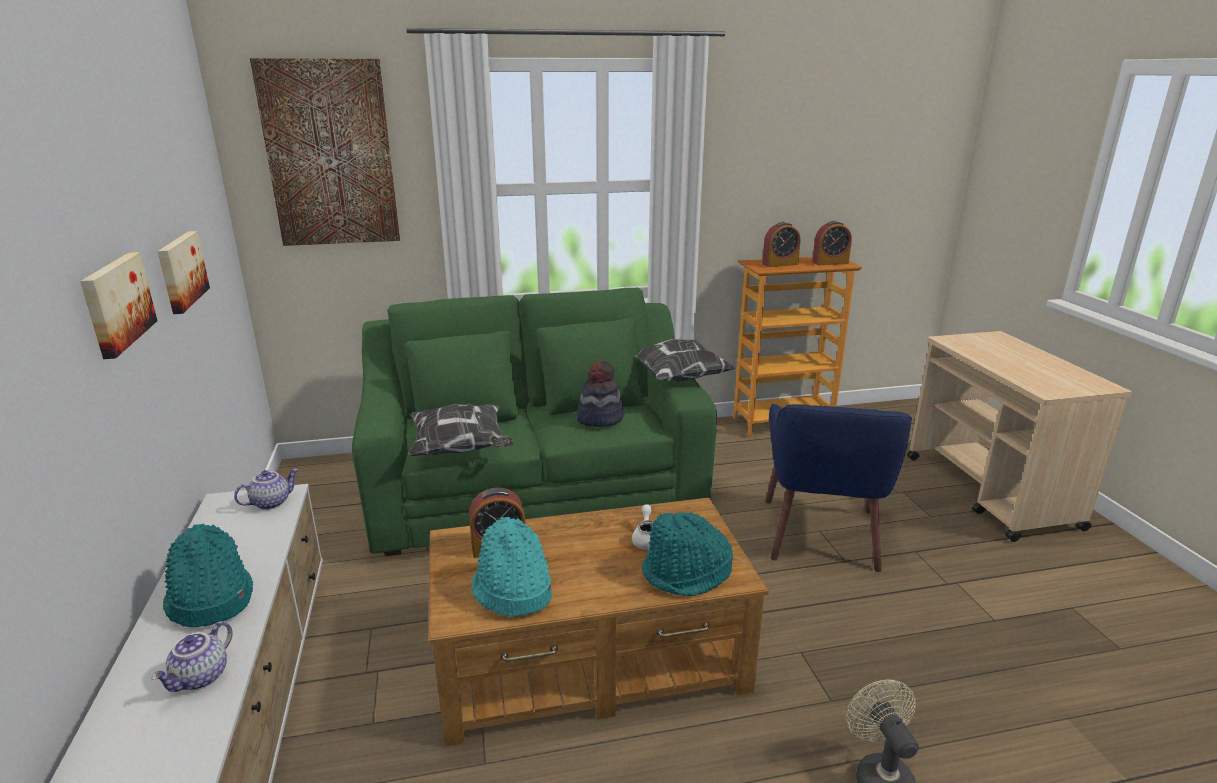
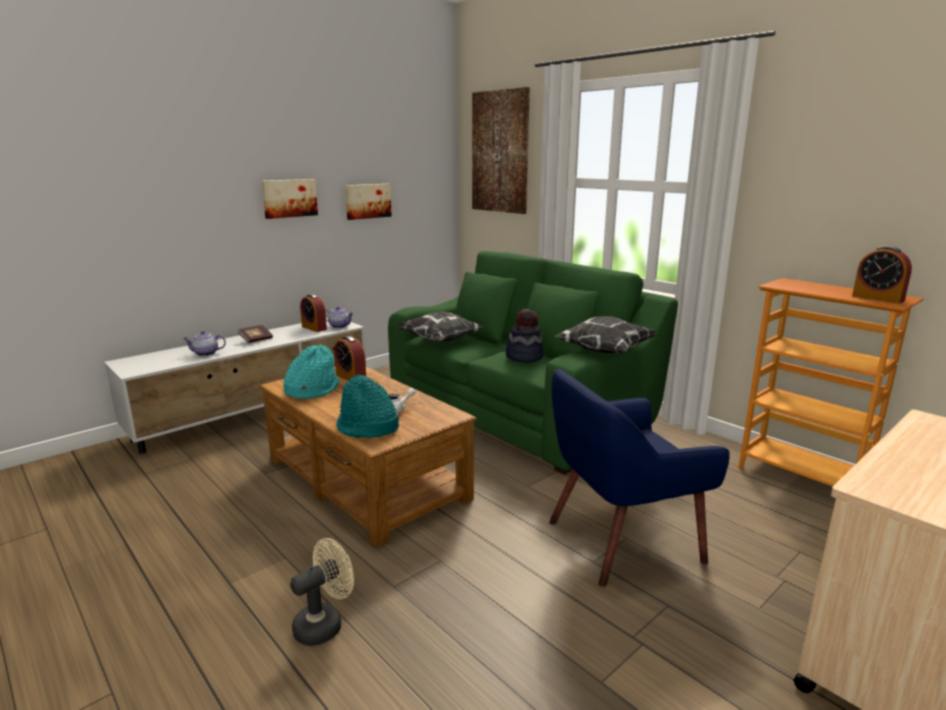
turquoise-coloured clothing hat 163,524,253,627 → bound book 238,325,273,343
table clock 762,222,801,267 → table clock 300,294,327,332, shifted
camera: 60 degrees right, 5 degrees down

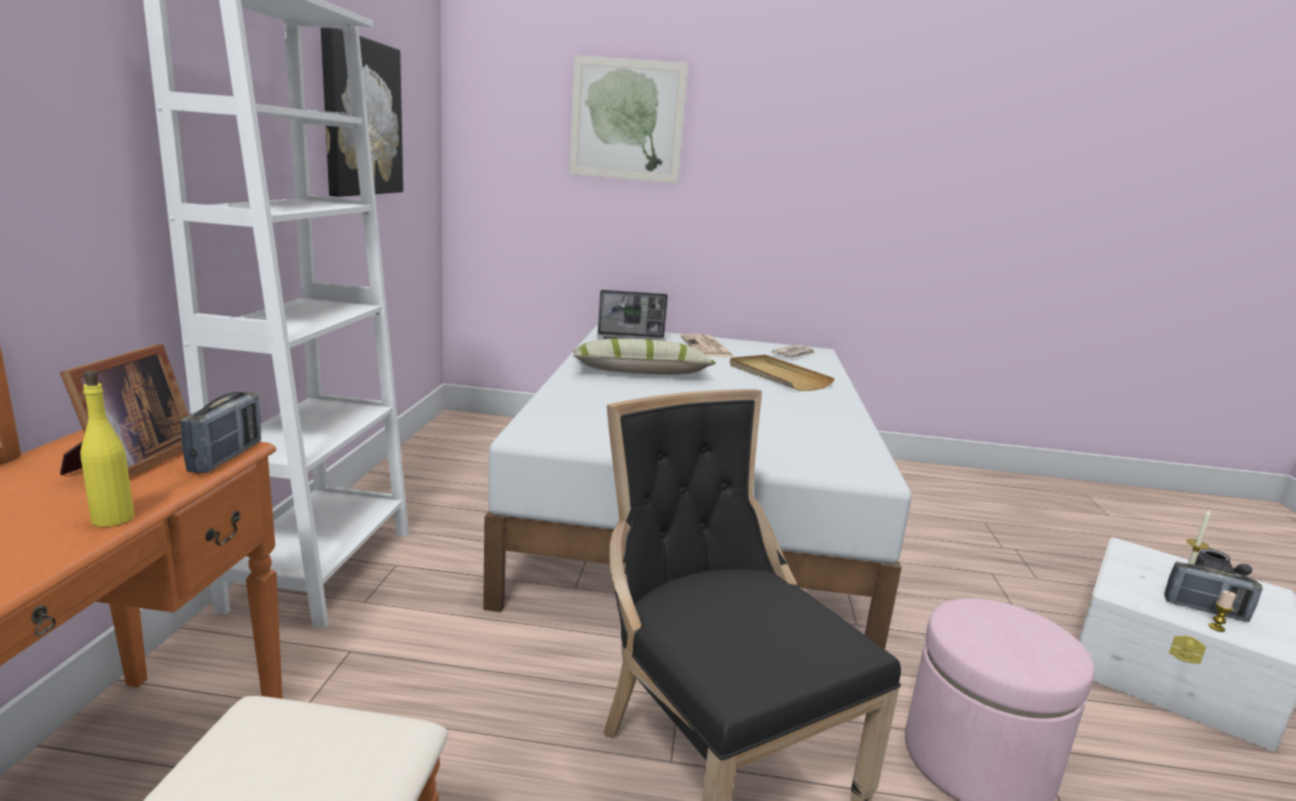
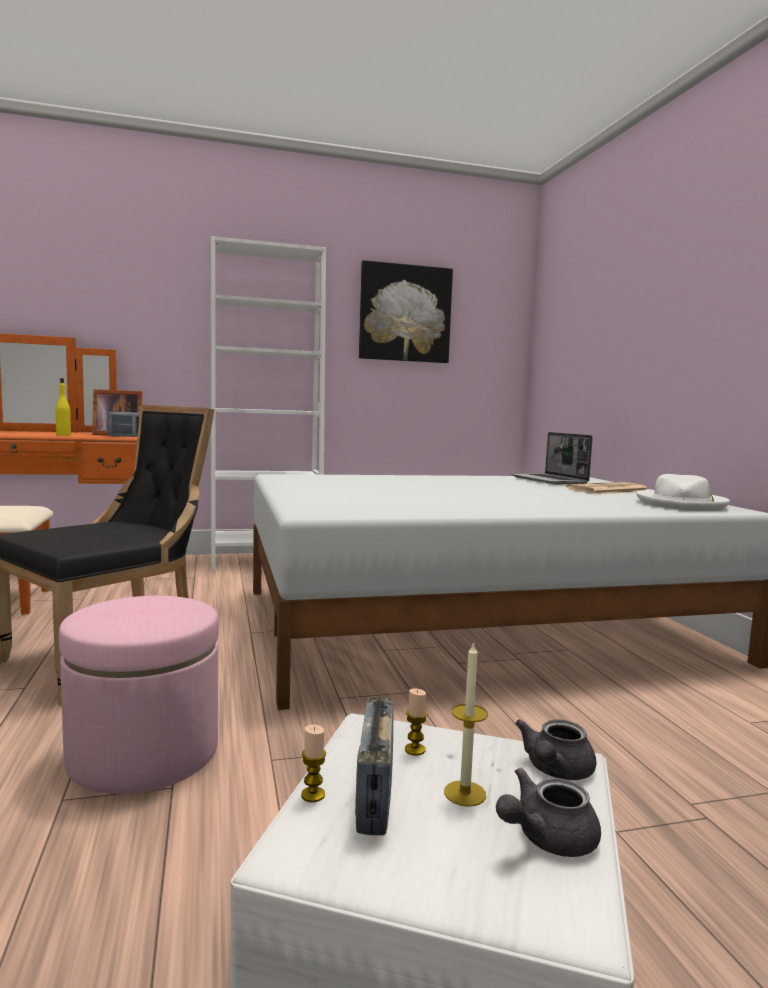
wall picture 569,55,688,183 → -
throw pillow 572,338,716,375 → -
beige-coloured carrying tray 730,355,835,391 → -
daily paper 771,344,815,358 → white clothing hat 636,474,730,511
- → candle 405,688,427,756
- → gray tea pot 515,719,597,780
camera: 70 degrees right, 10 degrees down

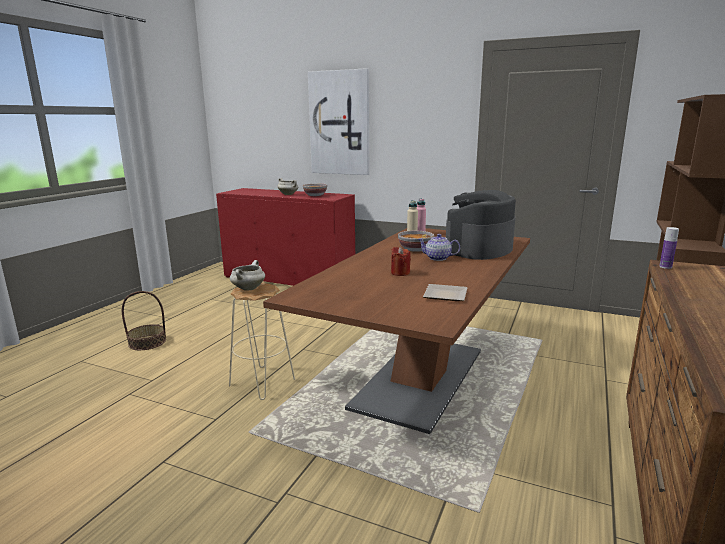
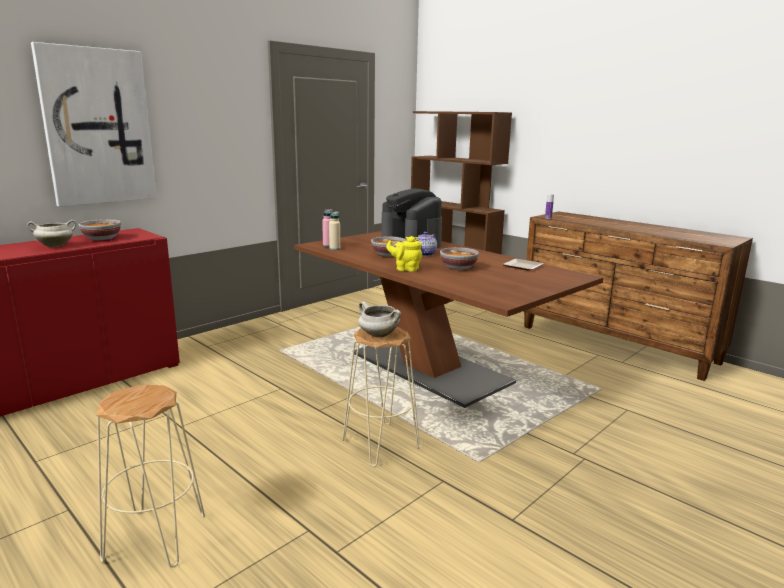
household basket 122,291,166,350 → beige-coloured sitting stool 96,384,205,567
reddish candle 391,247,411,276 → deep dish 440,247,479,270
- → yellowish tea pot 386,236,423,272
camera: 70 degrees left, 0 degrees up

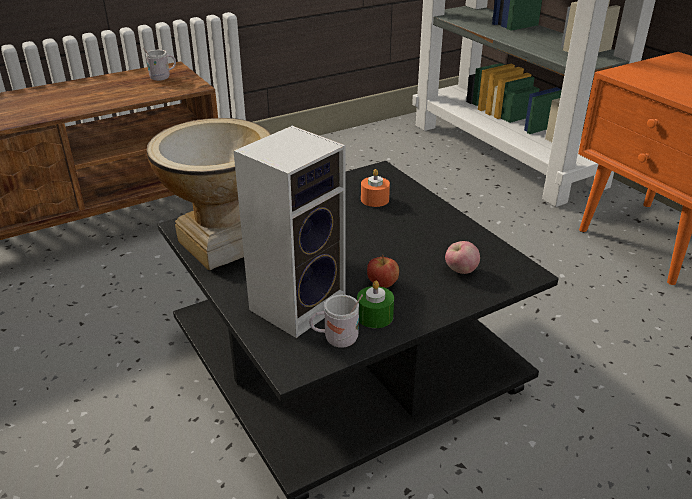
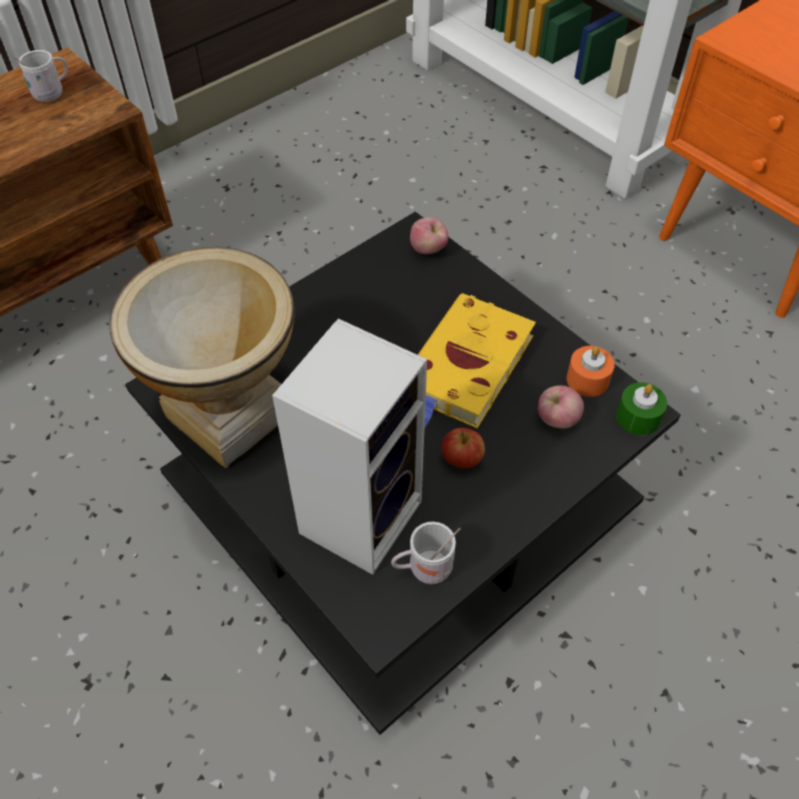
green candle 357,281,394,328 → green candle 616,382,667,435, shifted
orange-coloured candle 361,169,390,207 → orange-coloured candle 567,346,615,397, shifted
- → whole apple 410,217,448,254
- → yellowish bound book 418,293,536,429
camera: 10 degrees left, 20 degrees up

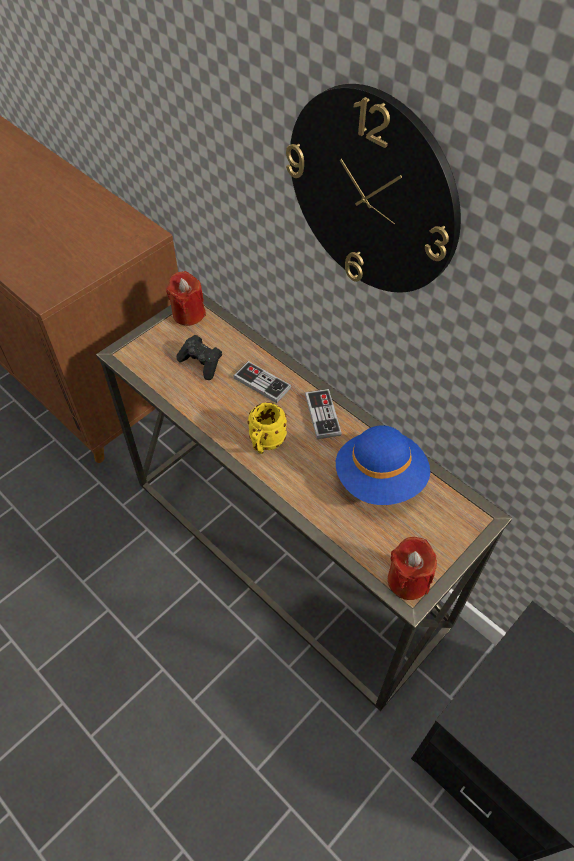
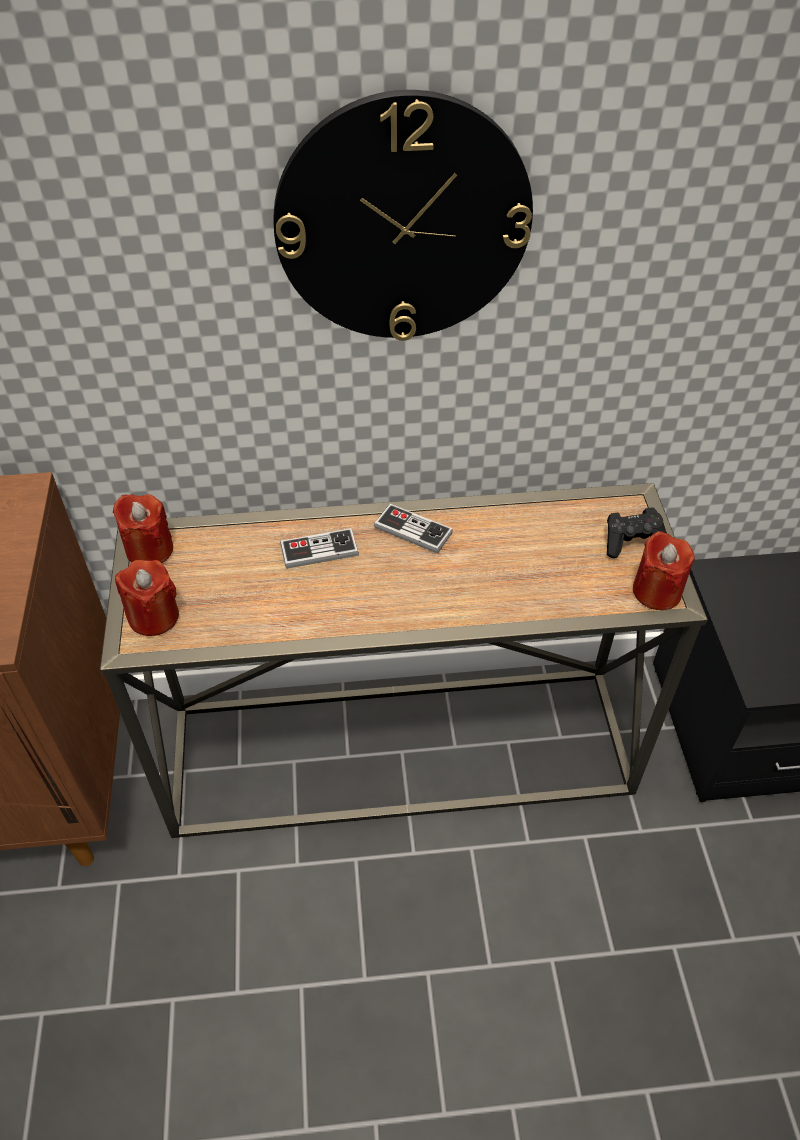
black gamepad 176,335,222,380 → black gamepad 607,507,667,558, shifted
yellowish mug 247,402,287,454 → -
blue-coloured clothing hat 336,425,430,505 → -
- → reddish candle 115,560,179,636
camera: 50 degrees left, 5 degrees down

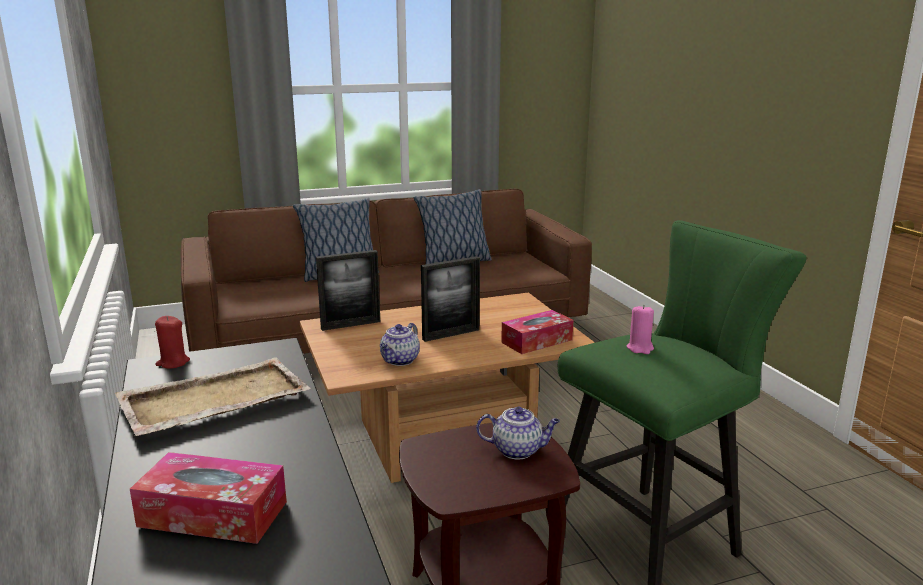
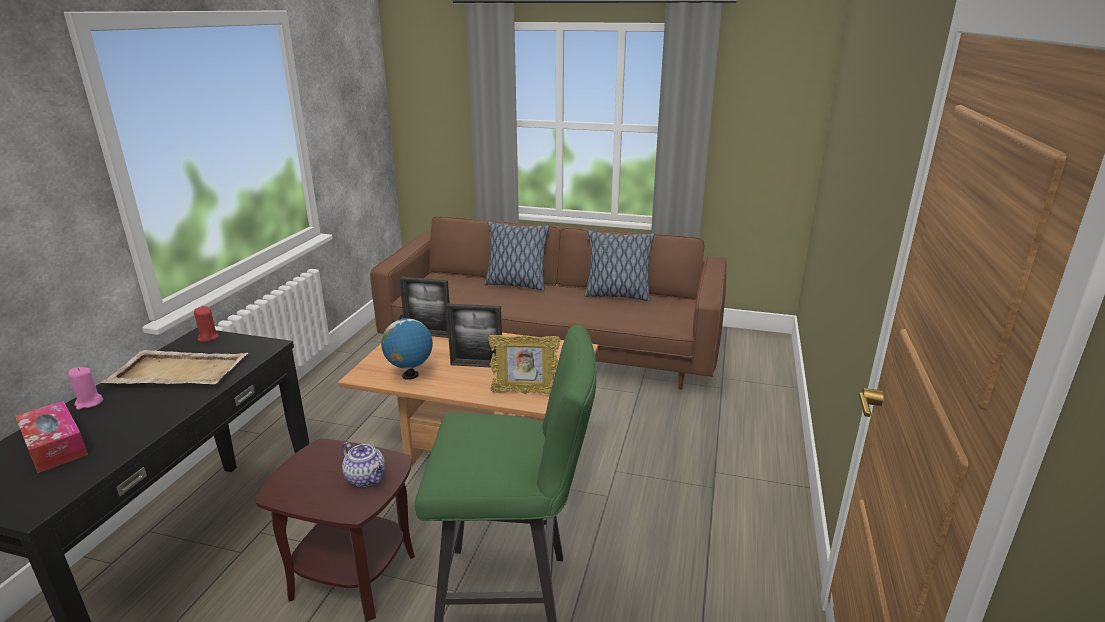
tea pot 380,323,420,366 → desk globe 381,314,433,380
box of tissues 501,310,574,354 → standing frame 488,335,561,394
pinkish candle 627,306,654,354 → pinkish candle 68,367,103,410, shifted
camera: 35 degrees right, 5 degrees up

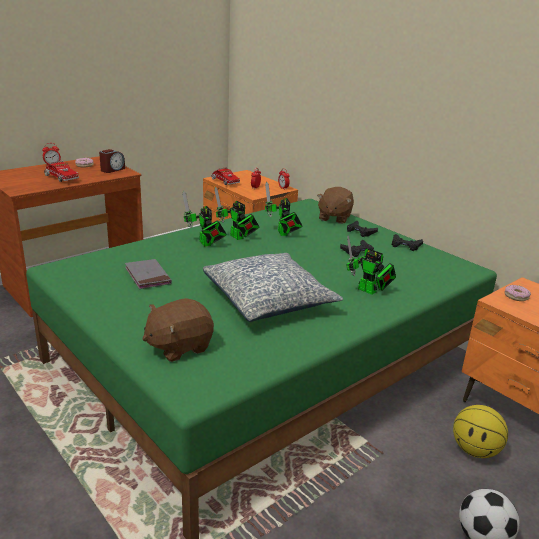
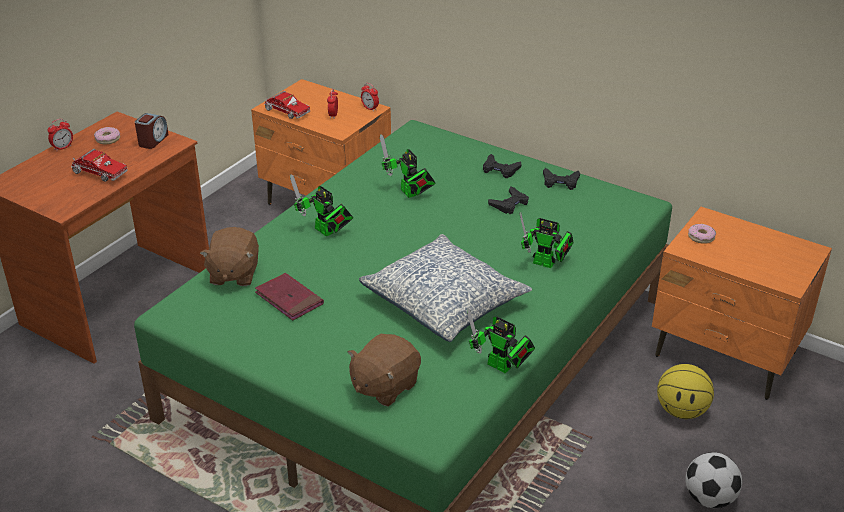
gray bound book 125,259,172,289 → reddish bound book 255,273,324,321
robot figure 214,187,259,240 → robot figure 467,308,535,373, shifted
brownish soft toy 317,187,354,224 → brownish soft toy 200,227,259,286, shifted
camera: 15 degrees left, 10 degrees up

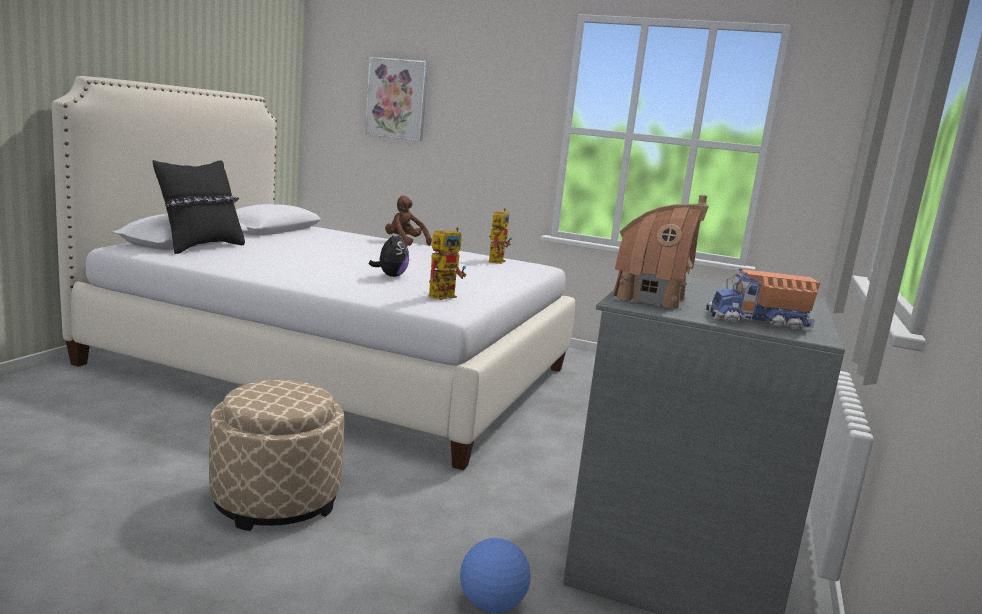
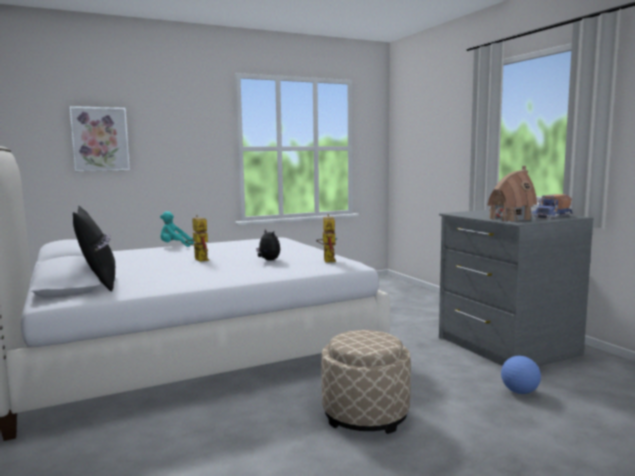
brownish soft toy 385,196,432,246 → turquoise-coloured soft toy 160,211,194,247
robot figure 489,208,513,264 → robot figure 186,215,210,262, shifted
camera: 45 degrees left, 5 degrees down

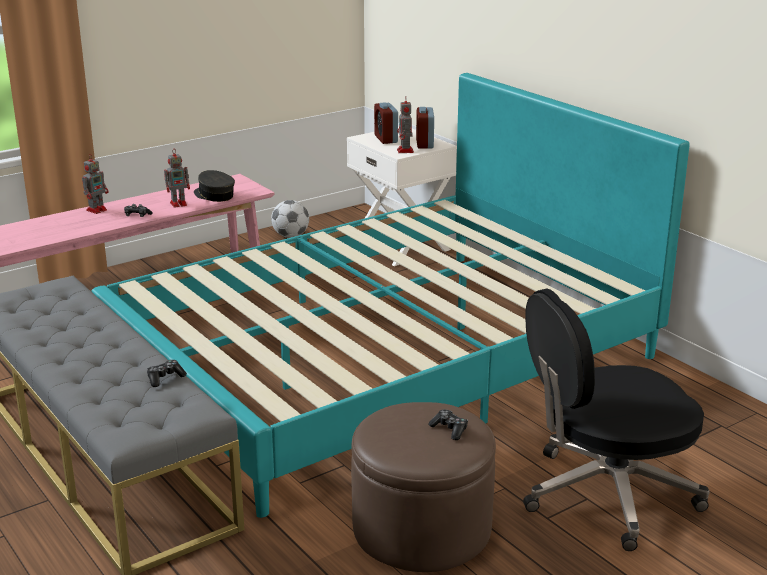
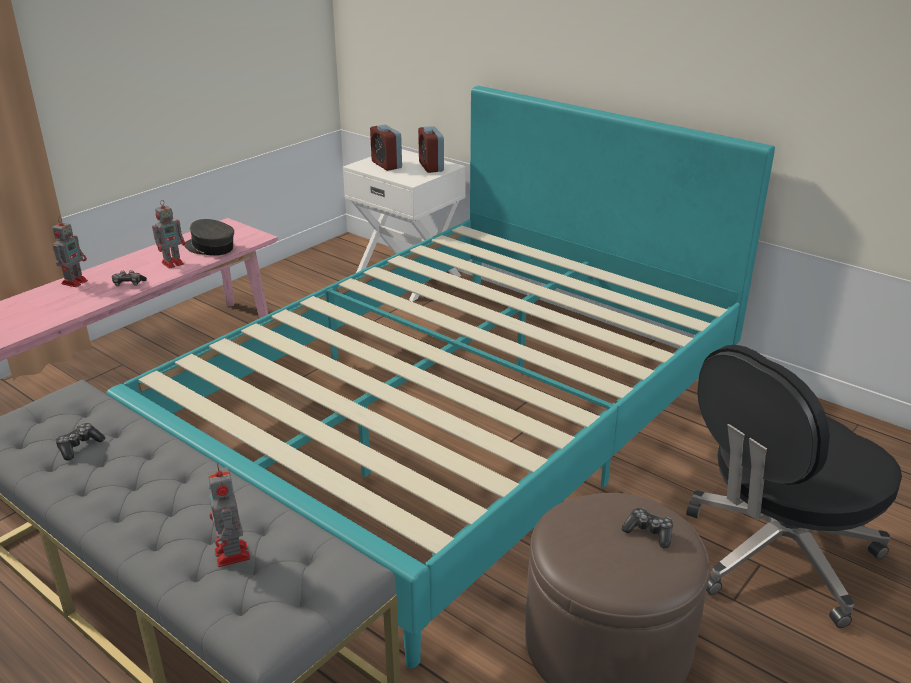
gamepad 147,360,187,387 → gamepad 56,423,105,460, shifted
football ball 271,200,309,238 → -
robot figure 397,101,414,153 → robot figure 208,462,250,567, shifted
camera: 15 degrees left, 5 degrees up

